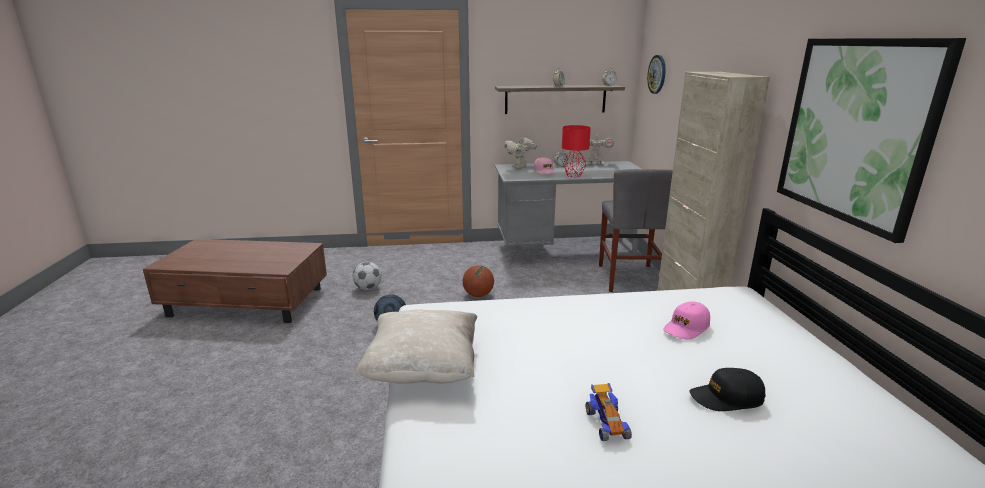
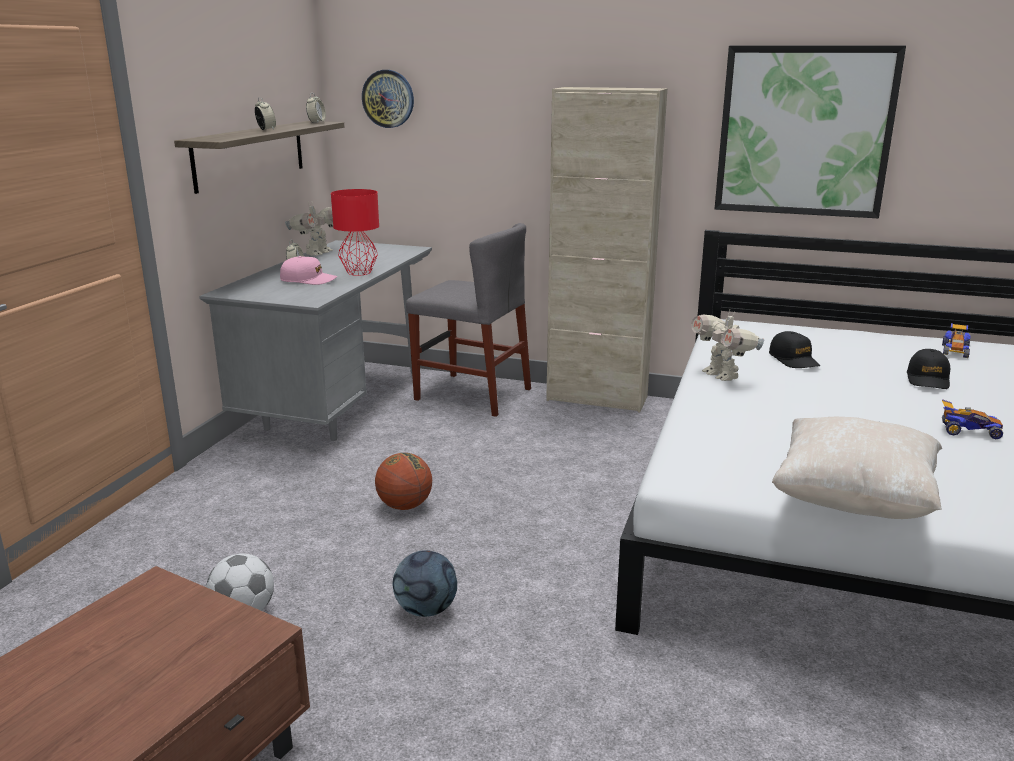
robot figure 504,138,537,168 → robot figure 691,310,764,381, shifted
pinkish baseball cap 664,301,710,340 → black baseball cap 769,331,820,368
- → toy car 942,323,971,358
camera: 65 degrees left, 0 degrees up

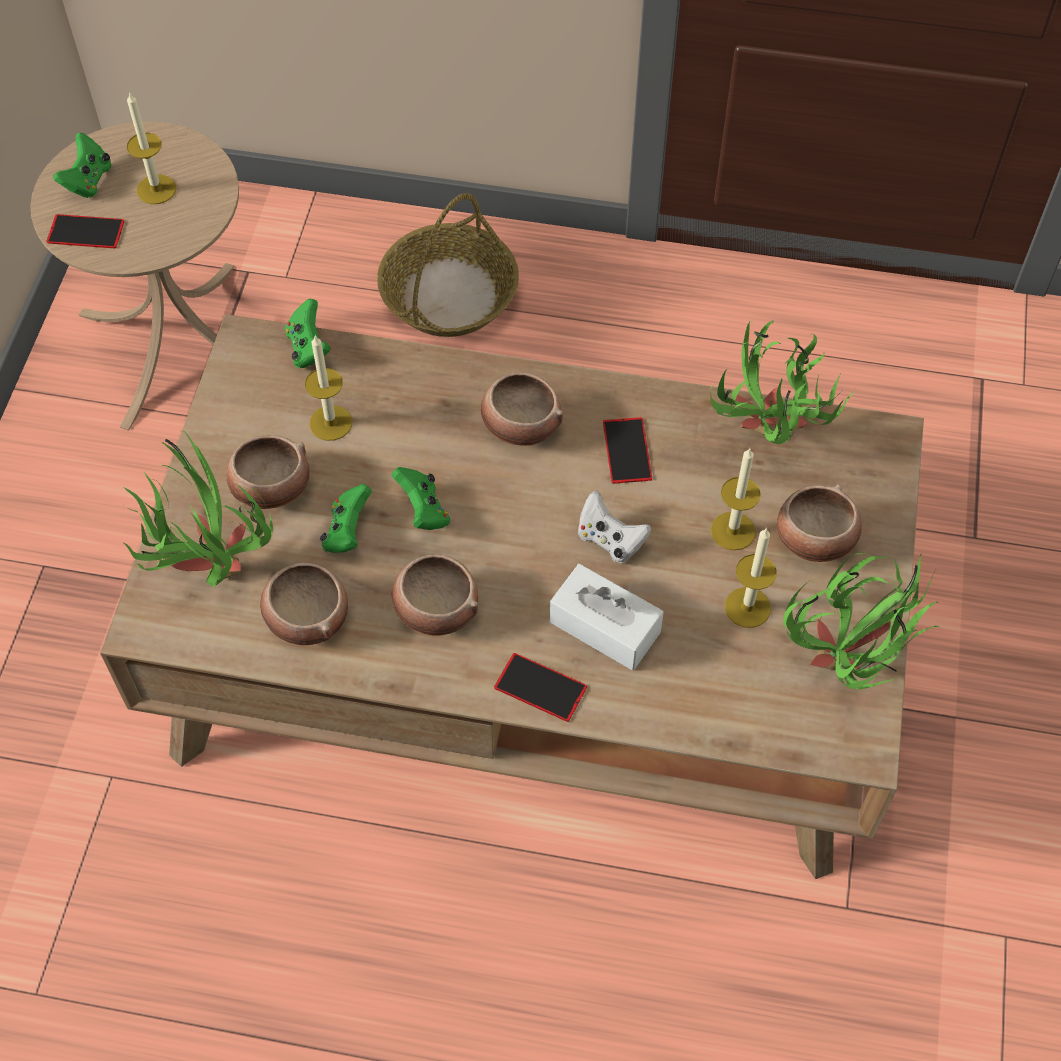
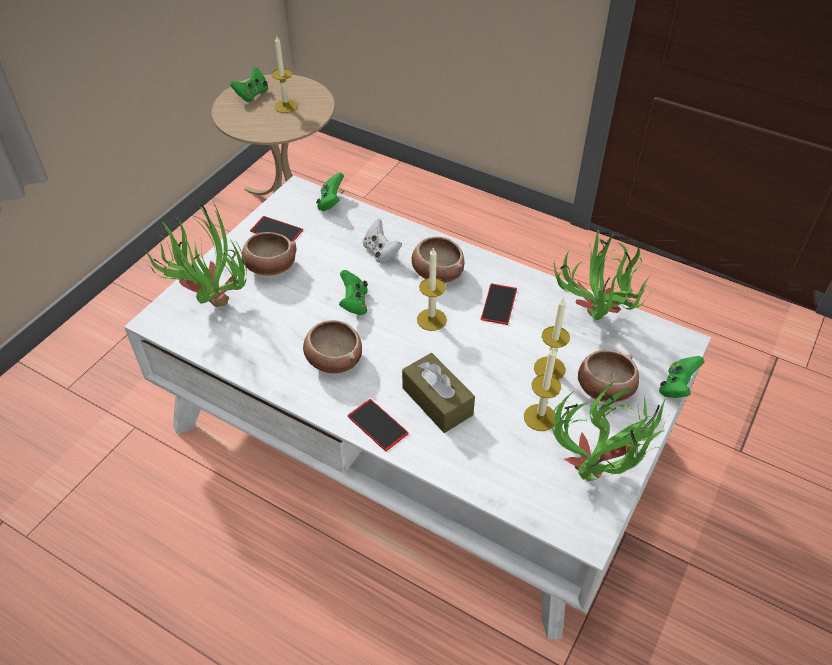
telephone 46,214,125,248 → telephone 250,216,303,242, shifted
brownish low table 100,314,924,879 → white low table 124,175,711,639
deep dish 260,562,348,645 → -
candle 305,336,352,441 → candle 417,247,447,331, shifted
green gamepad 320,484,372,553 → green gamepad 659,356,704,398, shifted
household basket 377,193,519,337 → -
white box of tissues 550,564,664,671 → brownish box of tissues 402,353,475,433
white gamepad 578,491,651,563 → white gamepad 363,219,402,263, shifted
camera: 20 degrees right, 10 degrees down

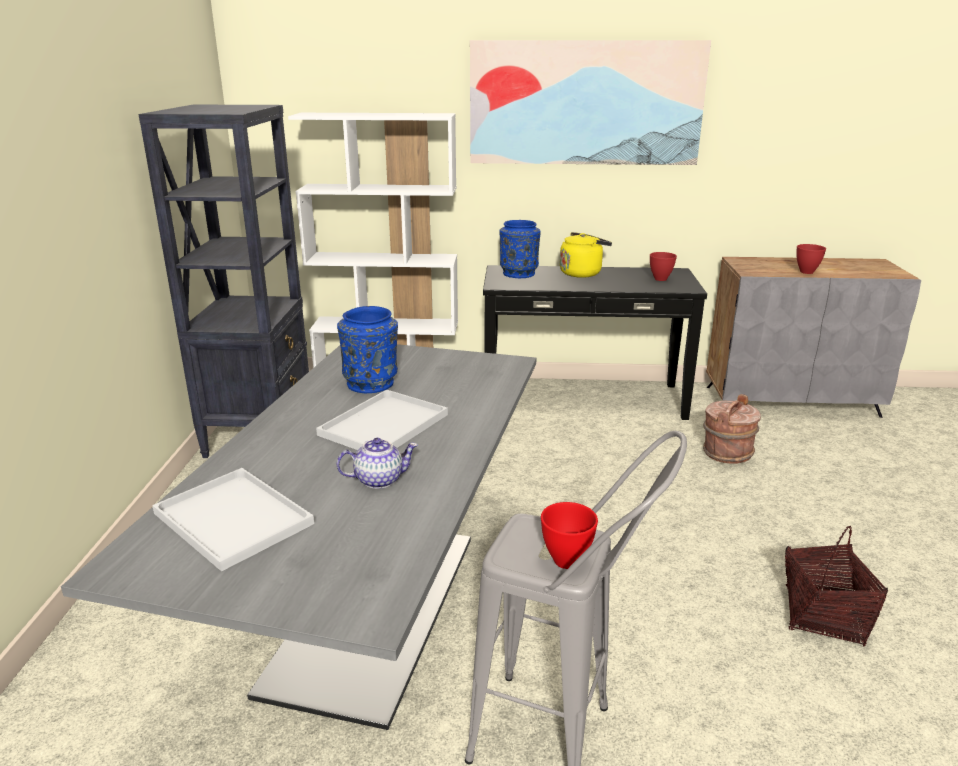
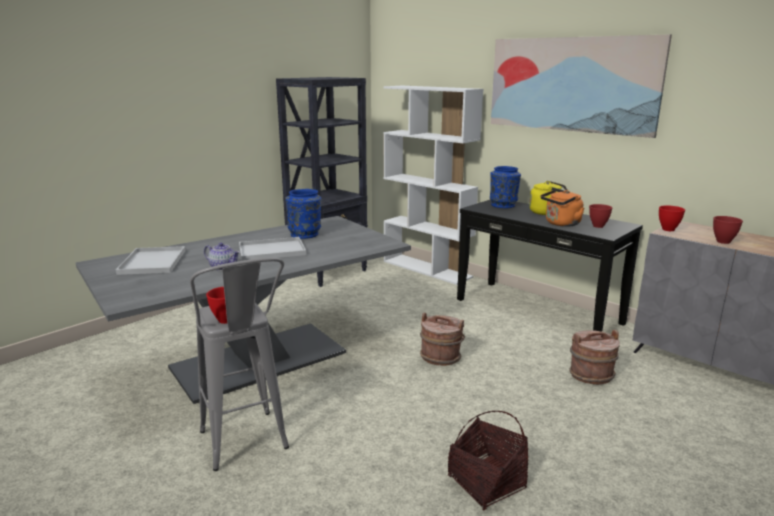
- → brownish water bucket 420,313,465,366
- → orange-coloured tea kettle 541,190,584,227
- → reddish deep dish 659,205,685,231
camera: 40 degrees right, 5 degrees down

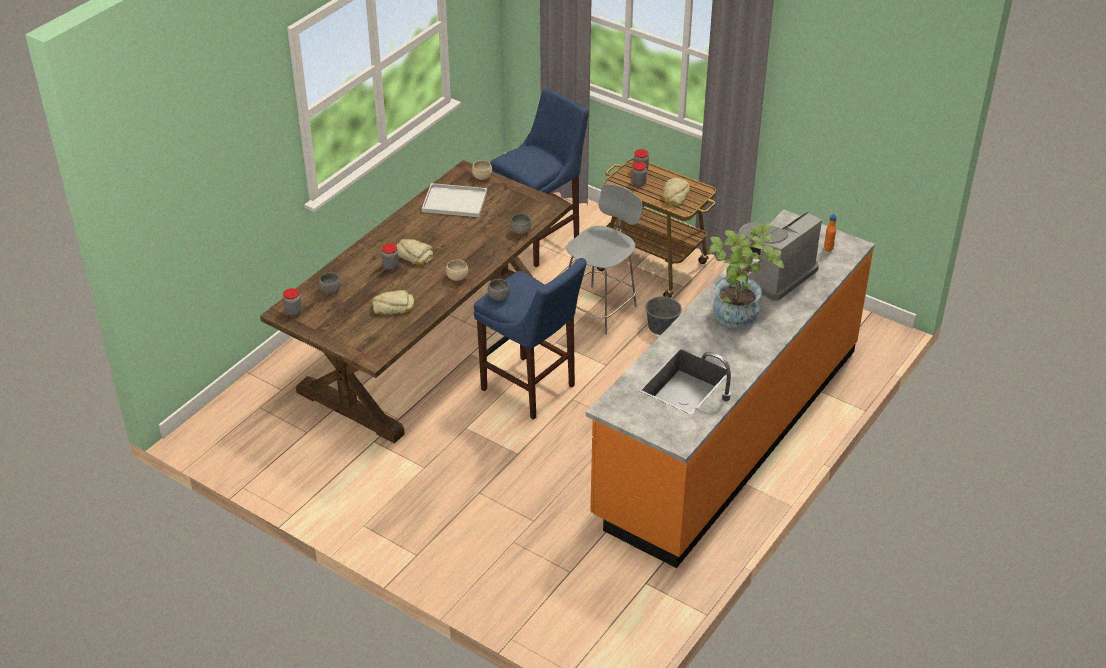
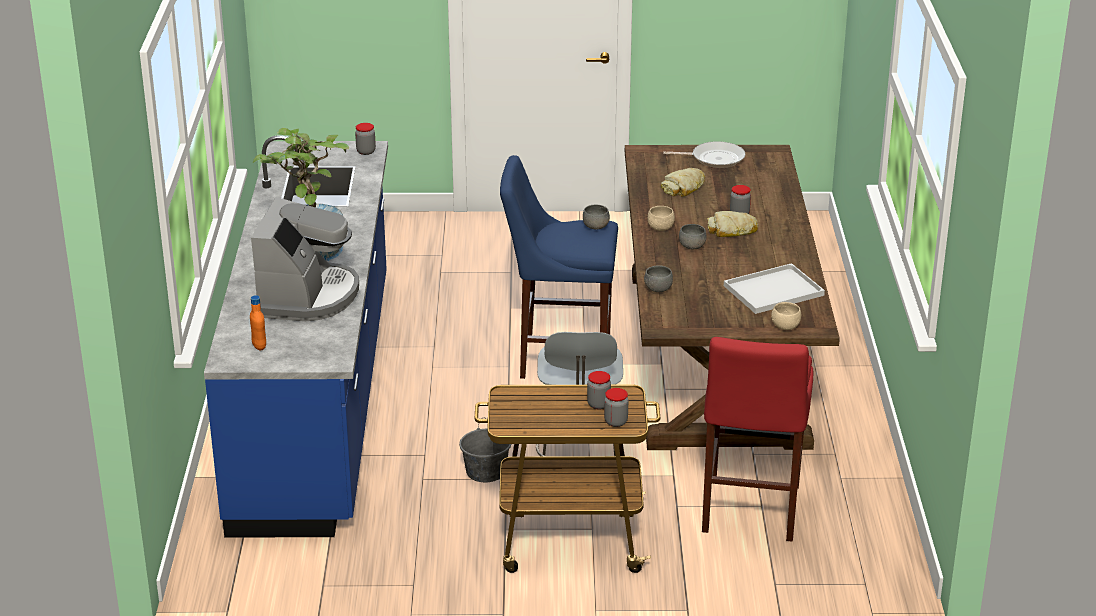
preserve jar 283,288,302,316 → preserve jar 355,123,376,155, shifted
gray deep dish 318,272,341,294 → gray deep dish 679,224,707,249, shifted
blue-coloured sitting stool 490,88,589,267 → reddish sitting stool 702,337,813,541
orange-coloured counter 586,210,875,568 → blue-coloured counter 204,135,388,538
baked bread 662,178,690,206 → -
- → pan 663,141,745,168
camera: 145 degrees right, 10 degrees down

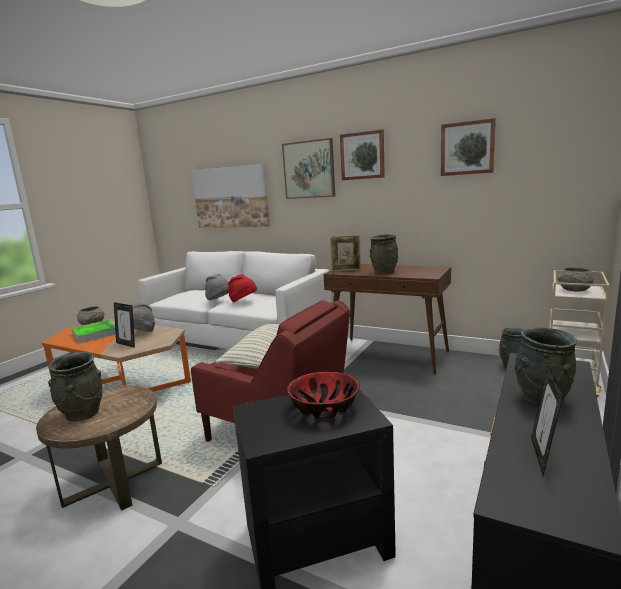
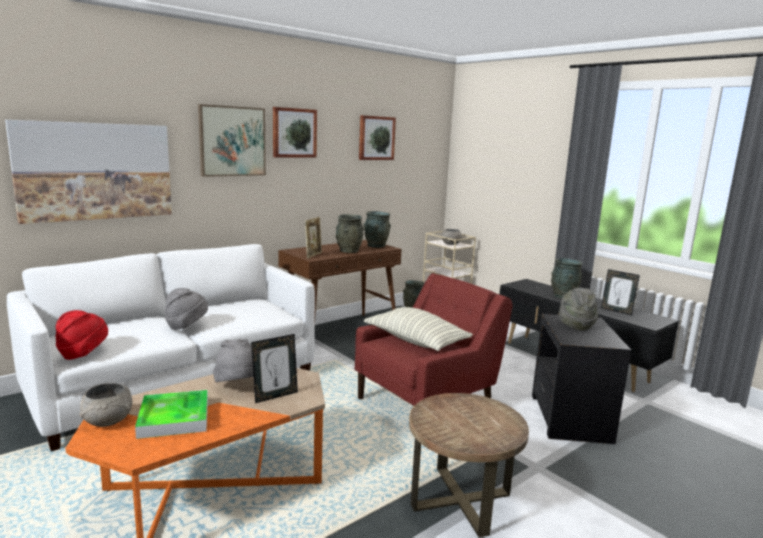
gray vase 48,352,102,422 → gray vase 363,211,391,248, shifted
reddish clothing hat 229,275,257,303 → reddish clothing hat 56,310,108,360, shifted
deep dish 287,372,360,419 → gray clothing hat 559,287,598,331
camera: 70 degrees left, 0 degrees up

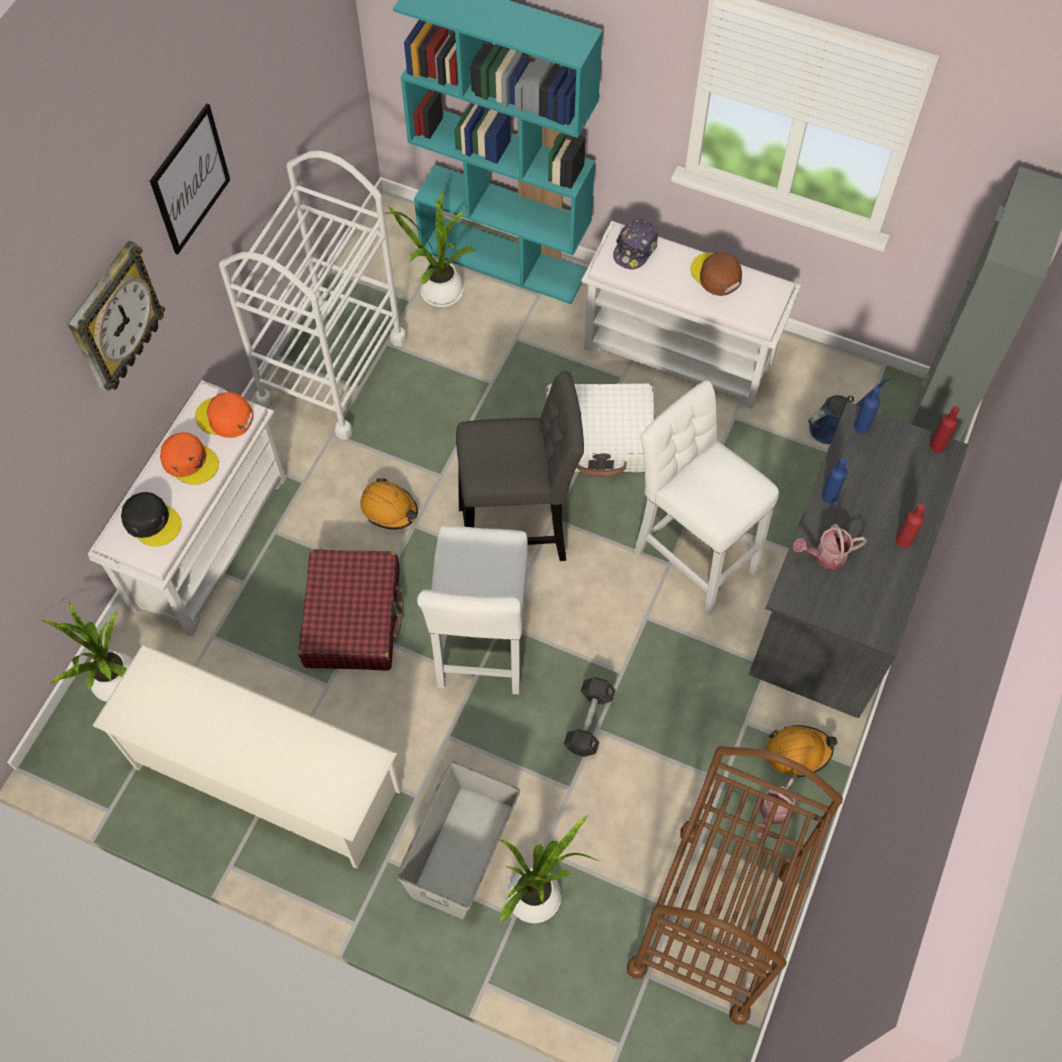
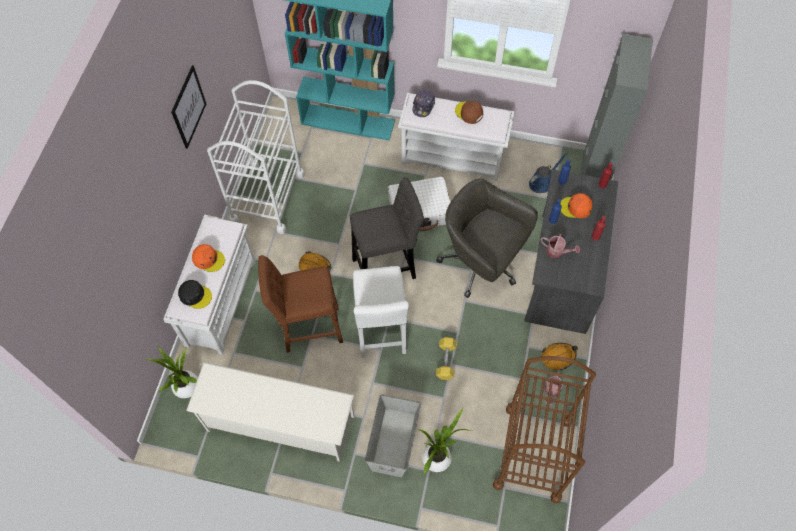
clock on the wall 68,241,165,391 → -
orange-coloured baseball cap 195,392,253,438 → orange-coloured baseball cap 560,193,593,218, shifted
reddish piece of luggage 298,549,403,670 → brownish sitting stool 258,255,343,353
houseplant 384,190,476,307 → -
black dumbbell 564,677,616,757 → yellowish dumbbell 436,337,457,380
white sitting stool 634,380,779,616 → gray computer chair 436,178,538,298
sprinkling can 793,524,867,570 → sprinkling can 540,234,580,258, 135 degrees counterclockwise
camera: 10 degrees left, 0 degrees up

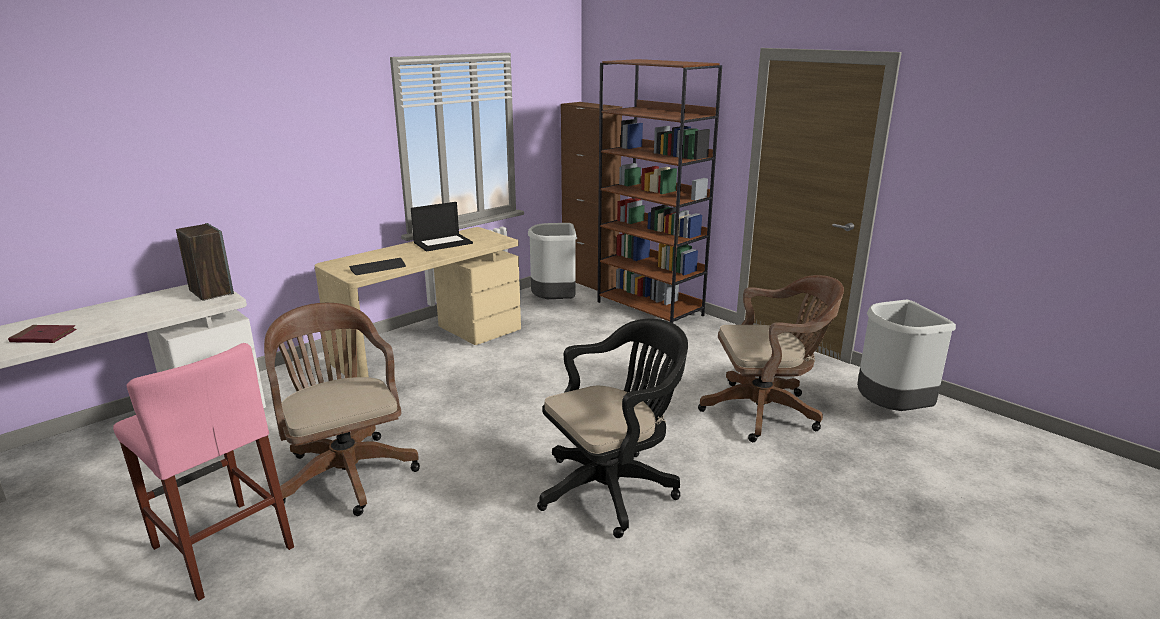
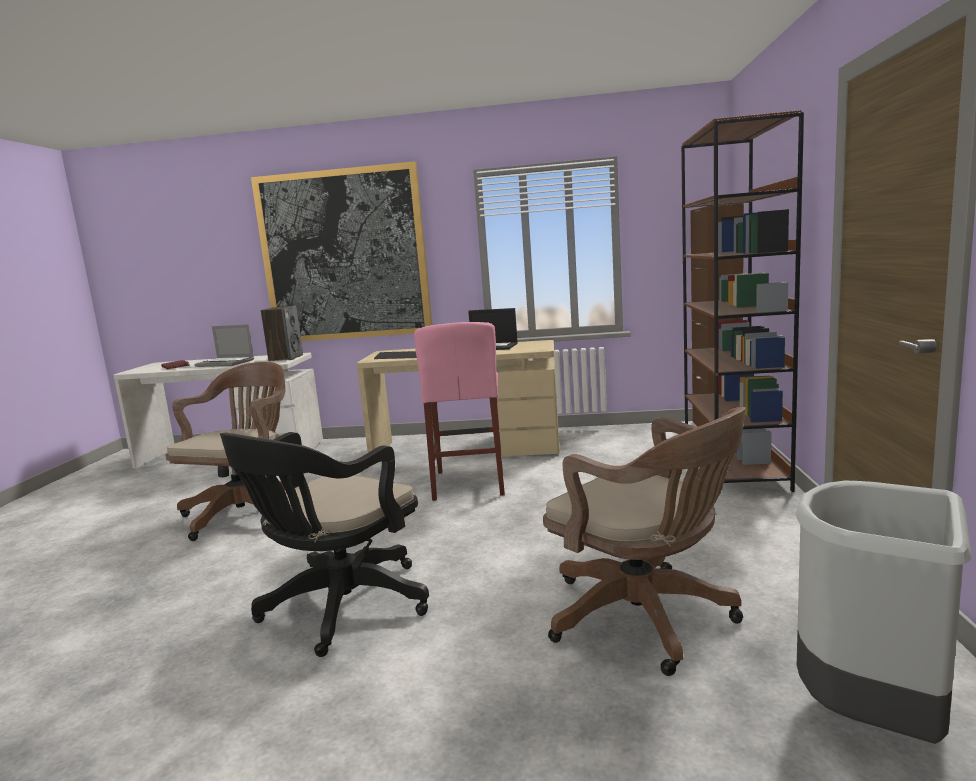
pinkish sitting stool 113,343,294,601 → pinkish sitting stool 414,322,505,501, shifted
gray waste bin 528,223,577,299 → -
black computer chair 537,319,688,538 → black computer chair 220,432,429,657, 105 degrees clockwise
- → portable computer 194,324,254,367
- → wall picture 251,161,432,341
camera: 50 degrees right, 10 degrees down

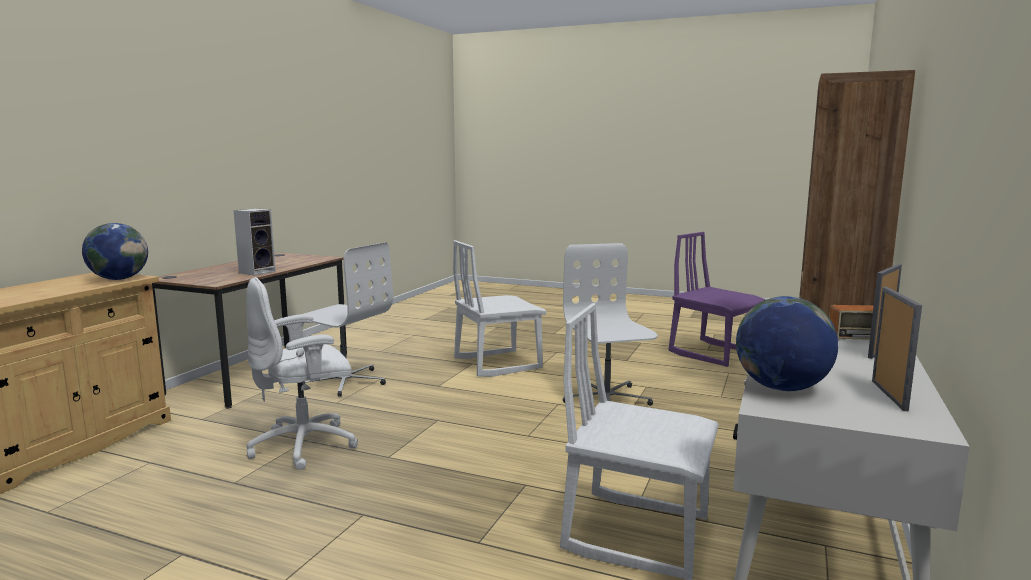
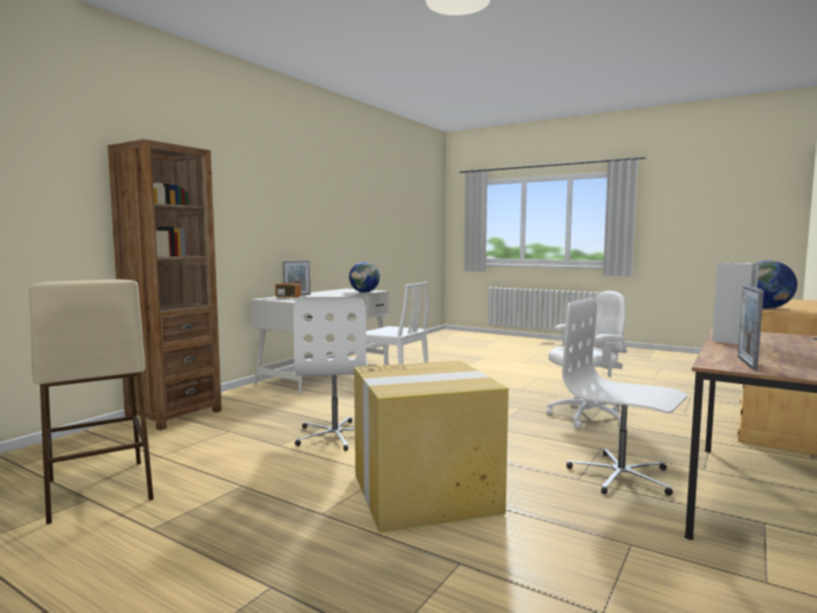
white chair 453,240,546,377 → carton 354,360,509,533
purple-coloured chair 669,232,765,367 → beige-coloured sitting stool 29,280,154,524
standing frame 872,287,922,411 → standing frame 738,285,764,371, shifted
camera: 170 degrees left, 5 degrees down

